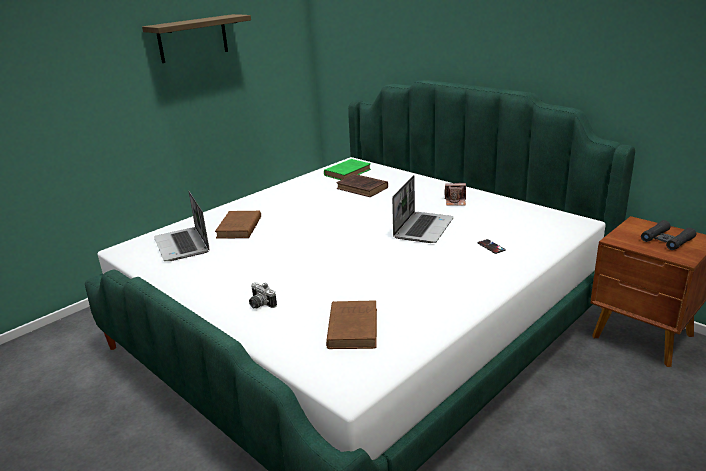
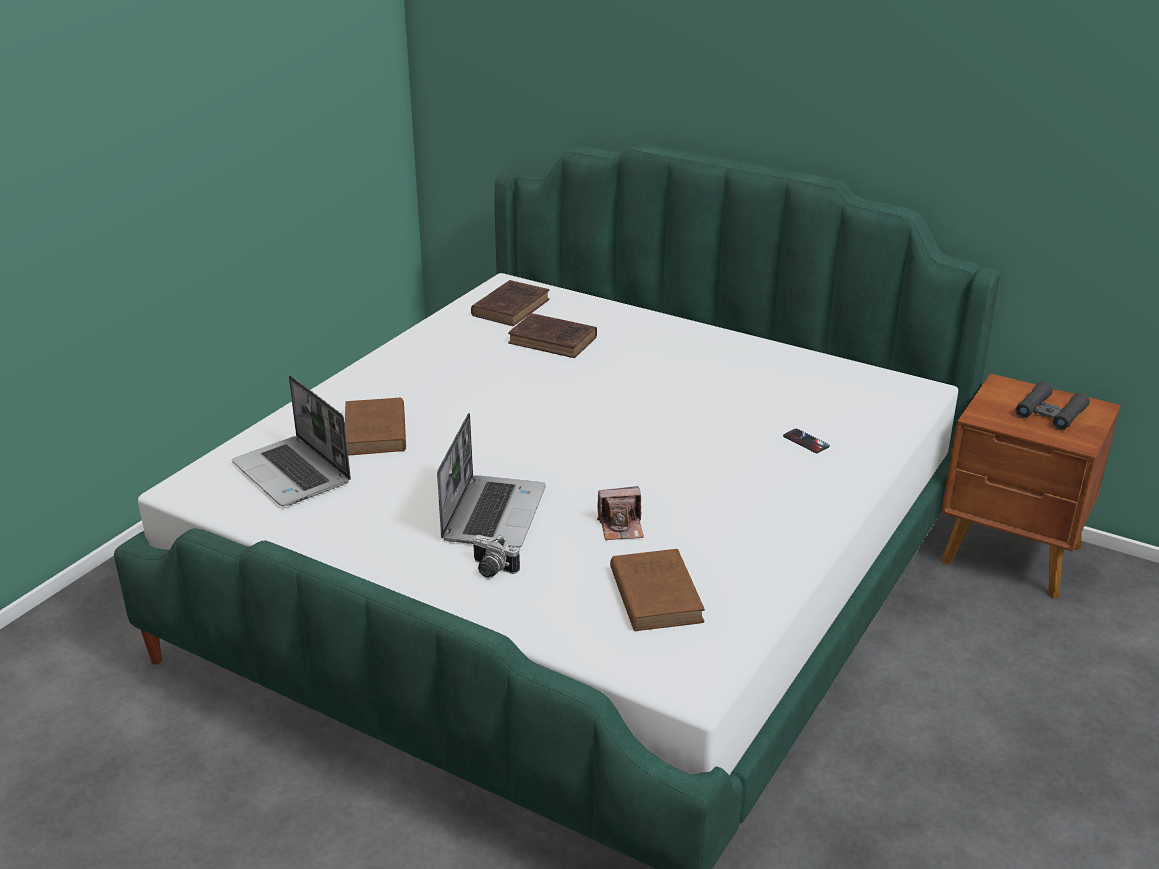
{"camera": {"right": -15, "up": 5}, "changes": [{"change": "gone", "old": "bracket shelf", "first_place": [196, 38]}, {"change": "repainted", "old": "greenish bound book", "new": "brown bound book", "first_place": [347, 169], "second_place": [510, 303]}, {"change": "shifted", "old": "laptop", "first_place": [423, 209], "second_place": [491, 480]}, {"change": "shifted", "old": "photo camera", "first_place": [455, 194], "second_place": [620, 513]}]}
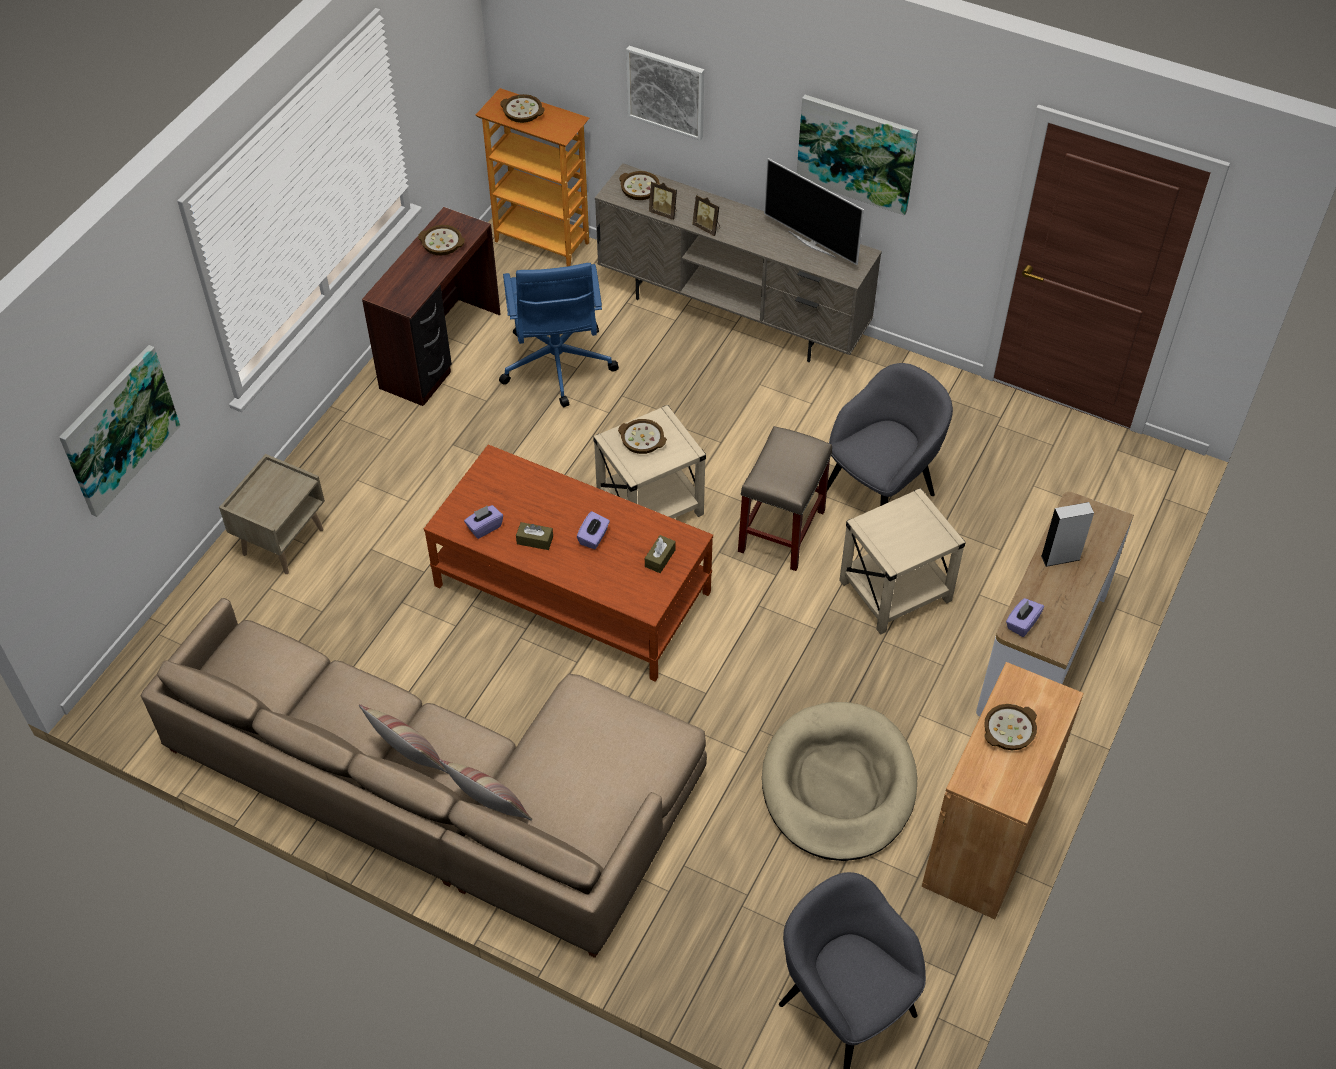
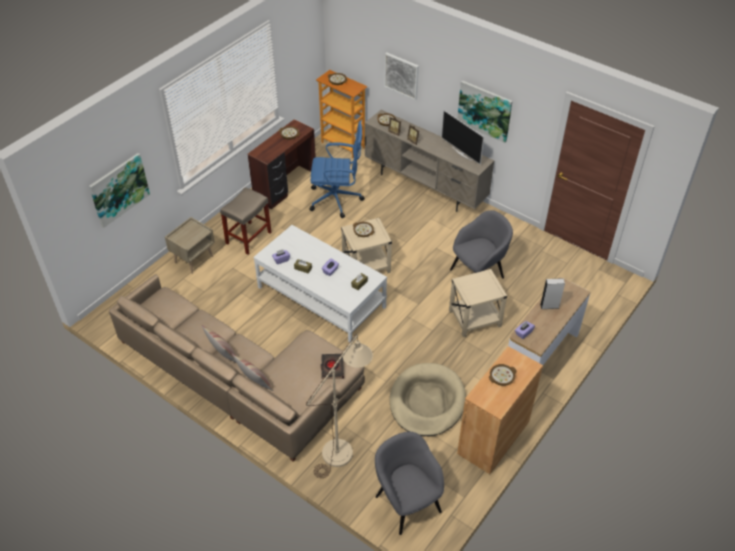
{"camera": {"right": 10, "up": -5}, "changes": [{"change": "rotated", "old": "blue-coloured office chair", "first_place": [559, 335], "second_place": [337, 169], "degrees": -90}, {"change": "shifted", "old": "beige-coloured stool seat", "first_place": [785, 498], "second_place": [245, 221]}, {"change": "repainted", "old": "brown low table", "new": "whitish low table", "first_place": [568, 563], "second_place": [320, 284]}, {"change": "new", "new": "beige-coloured standing lamp", "second_place": [339, 406]}, {"change": "new", "new": "blackish bound book", "second_place": [332, 366]}]}
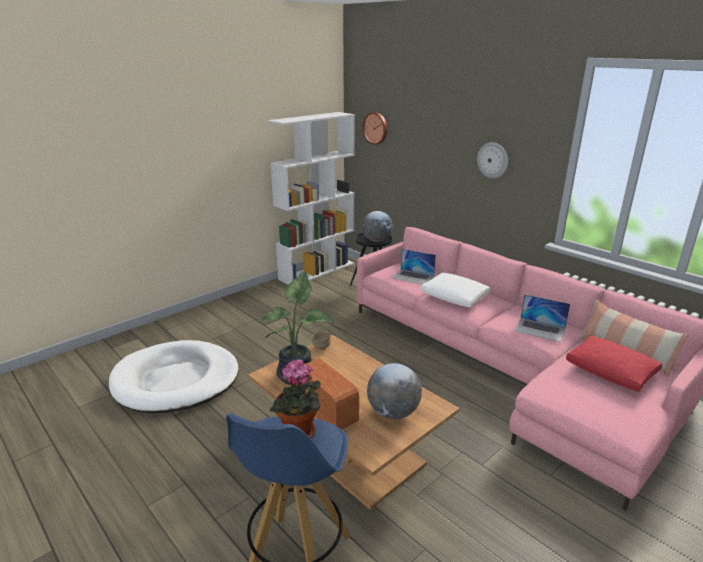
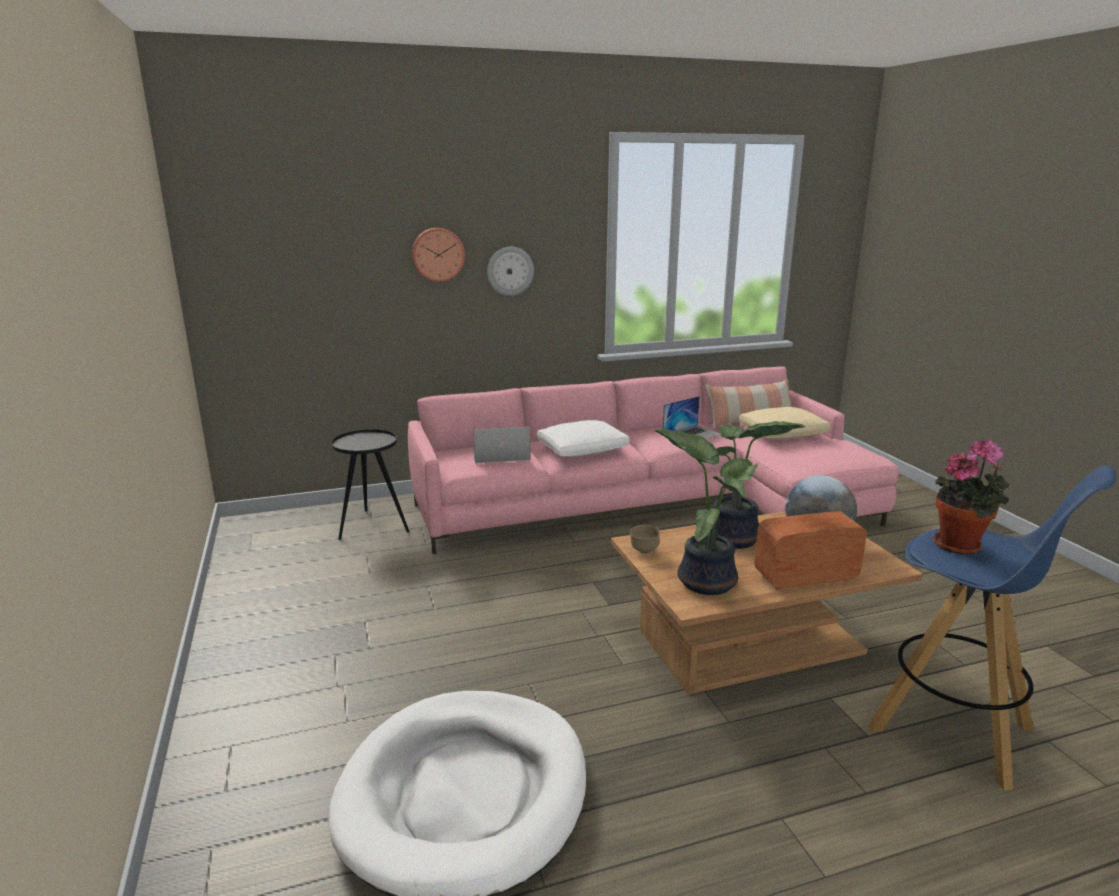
{"camera": {"right": -65, "up": -5}, "changes": [{"change": "gone", "old": "whitish bookshelf", "first_place": [311, 198]}, {"change": "shifted", "old": "hanging clock", "first_place": [375, 128], "second_place": [438, 255]}, {"change": "gone", "old": "desk globe", "first_place": [377, 226]}, {"change": "rotated", "old": "laptop", "first_place": [414, 266], "second_place": [501, 445], "degrees": -150}, {"change": "repainted", "old": "red throw pillow", "new": "beige-coloured throw pillow", "first_place": [614, 364], "second_place": [784, 423]}, {"change": "new", "new": "plant in a pot", "second_place": [752, 485]}]}
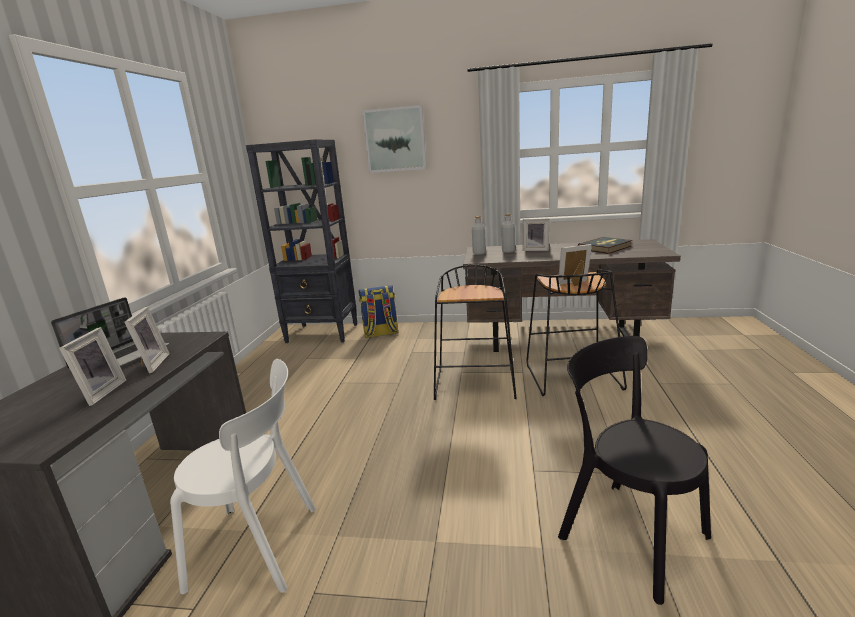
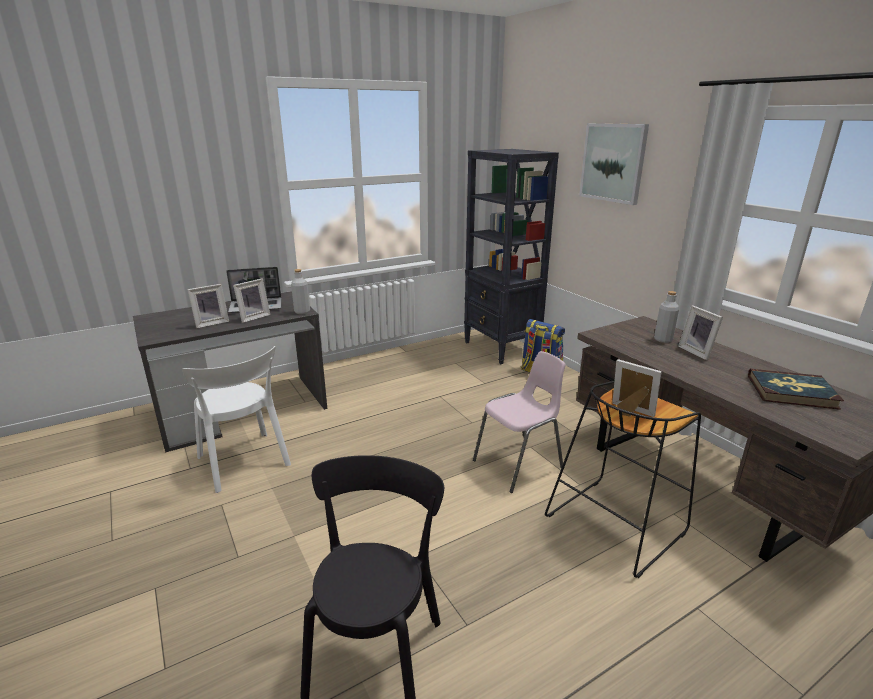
{"camera": {"right": 50, "up": 5}, "changes": [{"change": "shifted", "old": "greyish bottle", "first_place": [479, 235], "second_place": [300, 291]}, {"change": "swapped", "old": "blackish stool seat", "new": "pink-coloured plain chair", "first_place": [475, 332], "second_place": [519, 422]}]}
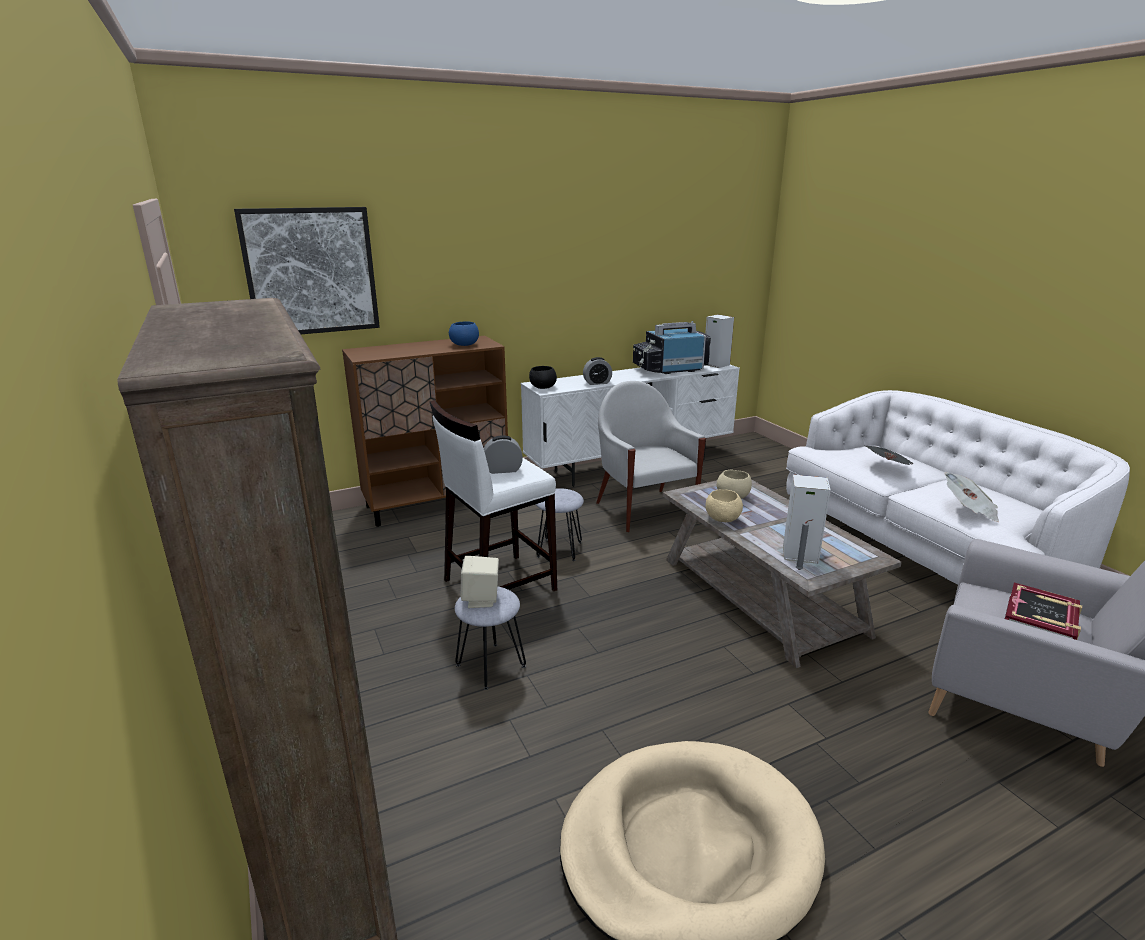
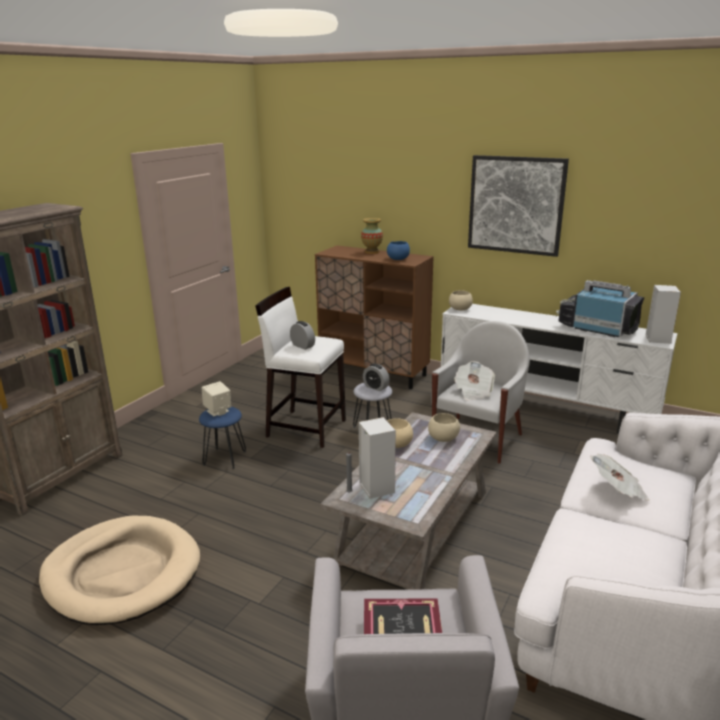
{"camera": {"right": 55, "up": 0}, "changes": [{"change": "shifted", "old": "wall picture", "first_place": [307, 270], "second_place": [518, 206]}, {"change": "shifted", "old": "bedside clock", "first_place": [597, 371], "second_place": [376, 377]}, {"change": "repainted", "old": "blackish bowl", "new": "beige-coloured bowl", "first_place": [543, 377], "second_place": [461, 300]}, {"change": "shifted", "old": "daily paper", "first_place": [971, 497], "second_place": [474, 380]}, {"change": "repainted", "old": "greyish stool seat", "new": "blue-coloured stool seat", "first_place": [490, 638], "second_place": [222, 437]}, {"change": "new", "new": "flower vase", "second_place": [372, 236]}]}
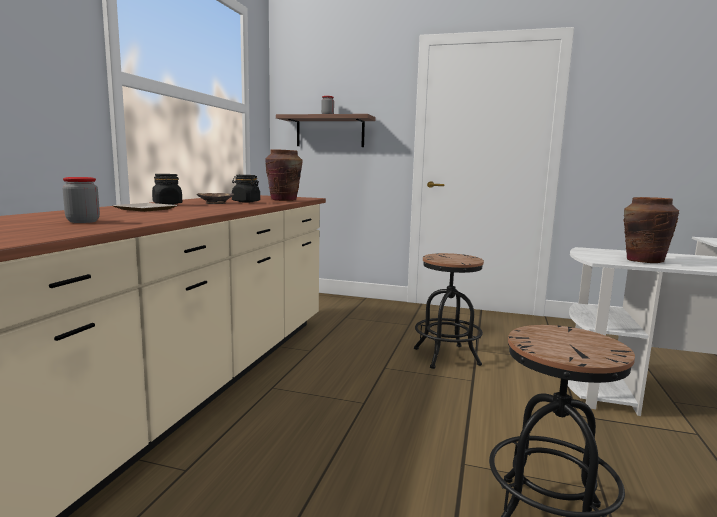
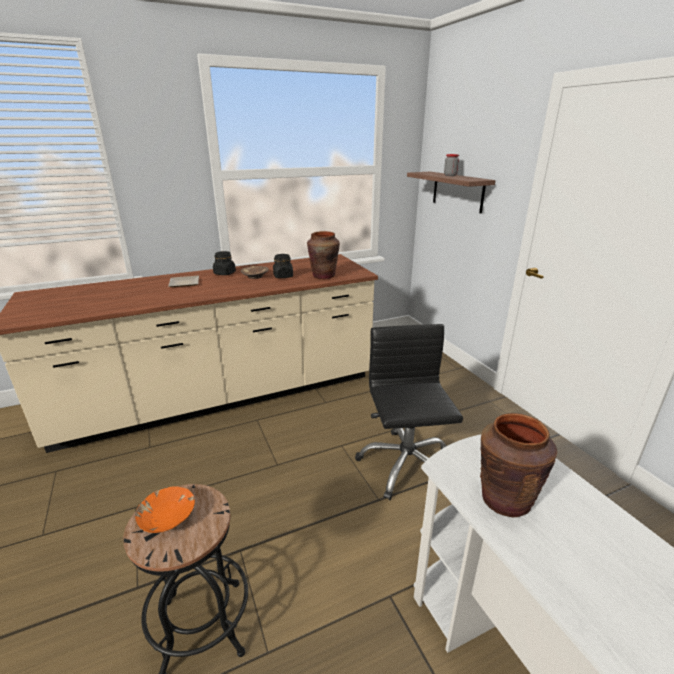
{"camera": {"right": 50, "up": 15}, "changes": [{"change": "gone", "old": "storage jar", "first_place": [81, 200]}, {"change": "swapped", "old": "blackish stool seat", "new": "blackish office chair", "first_place": [449, 311], "second_place": [409, 412]}, {"change": "new", "new": "orange bowl", "second_place": [165, 509]}]}
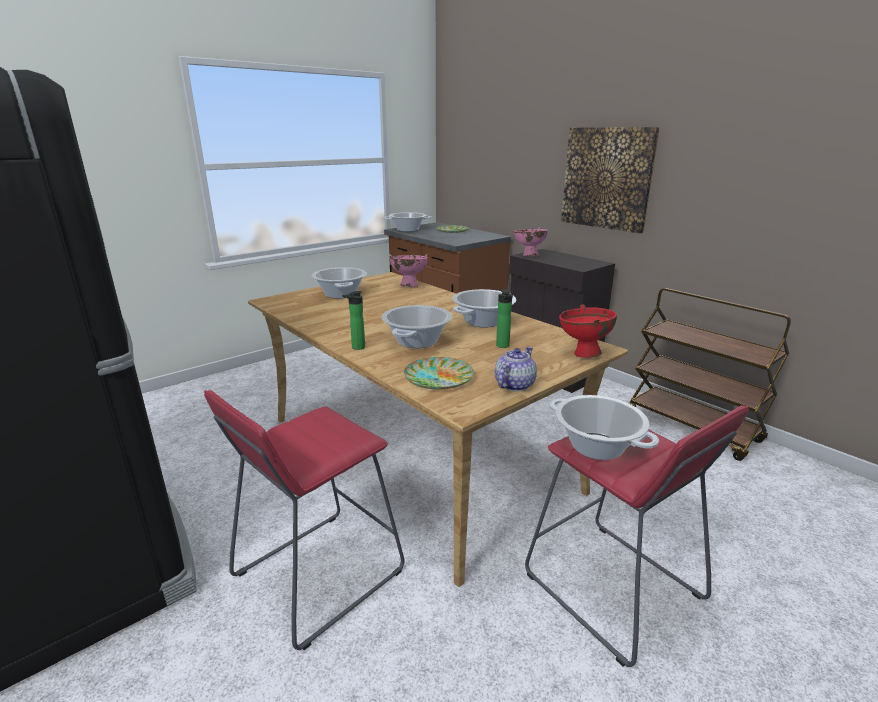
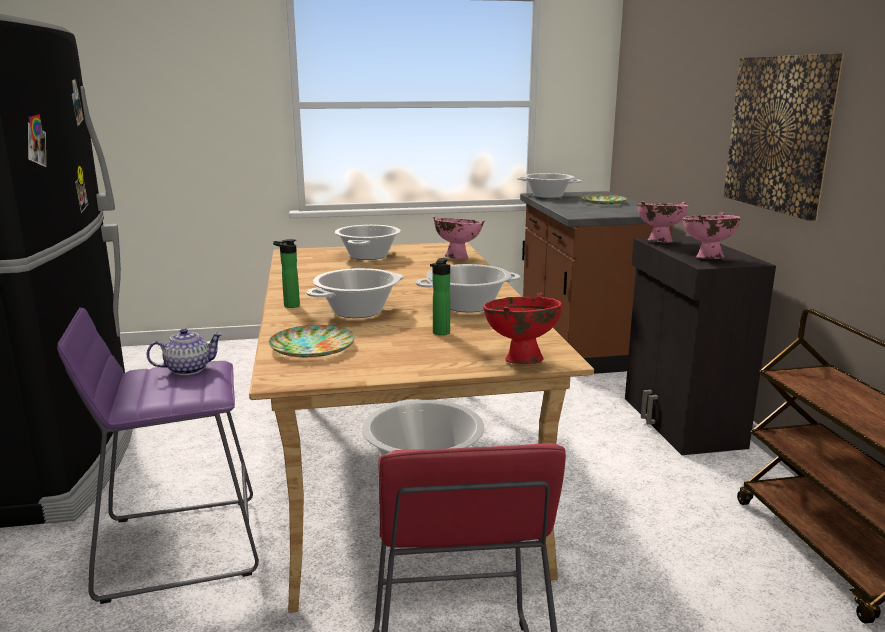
{"camera": {"right": 30, "up": -5}, "changes": [{"change": "shifted", "old": "teapot", "first_place": [516, 368], "second_place": [184, 351]}, {"change": "repainted", "old": "red stool seat", "new": "purple stool seat", "first_place": [304, 520], "second_place": [158, 456]}, {"change": "new", "new": "pink-coloured bowl", "second_place": [711, 235]}]}
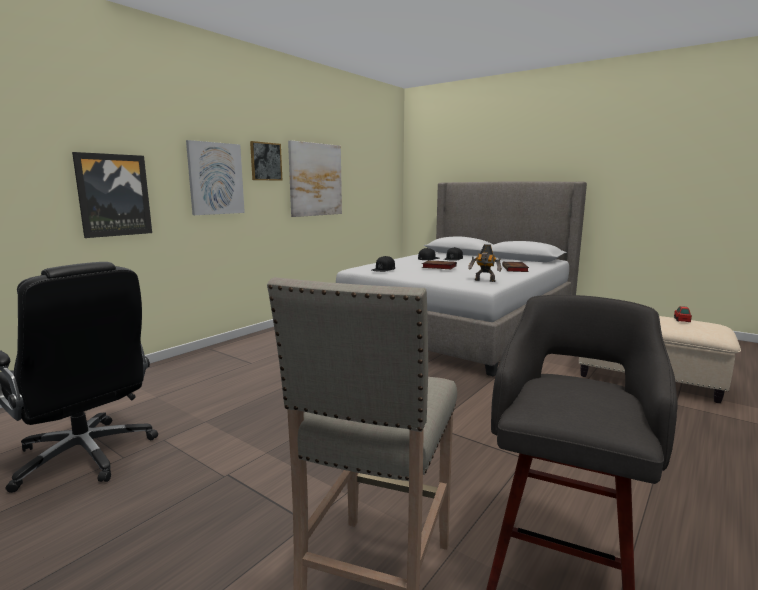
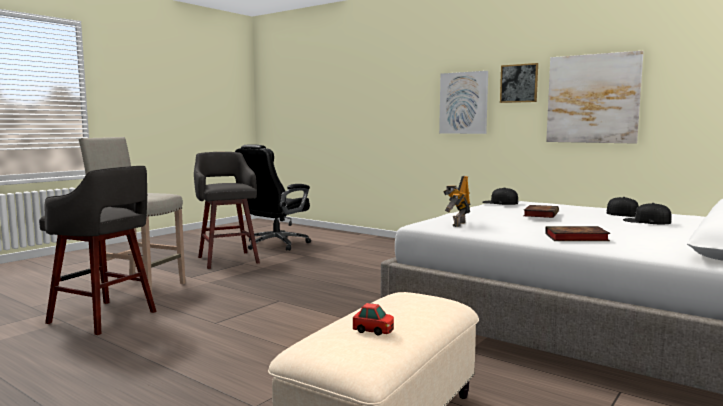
{"camera": {"right": 90, "up": -5}, "changes": [{"change": "gone", "old": "wall picture", "first_place": [112, 195]}, {"change": "new", "new": "greyish stool seat", "second_place": [227, 210]}]}
